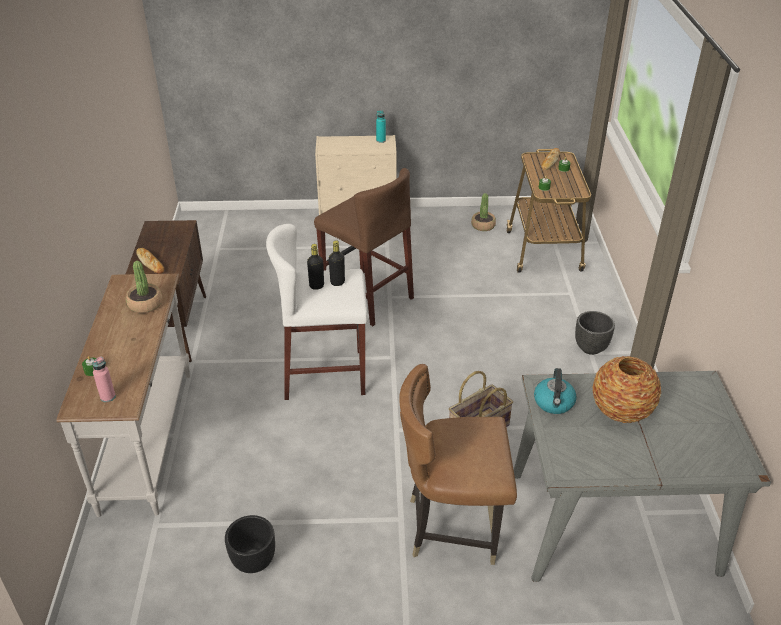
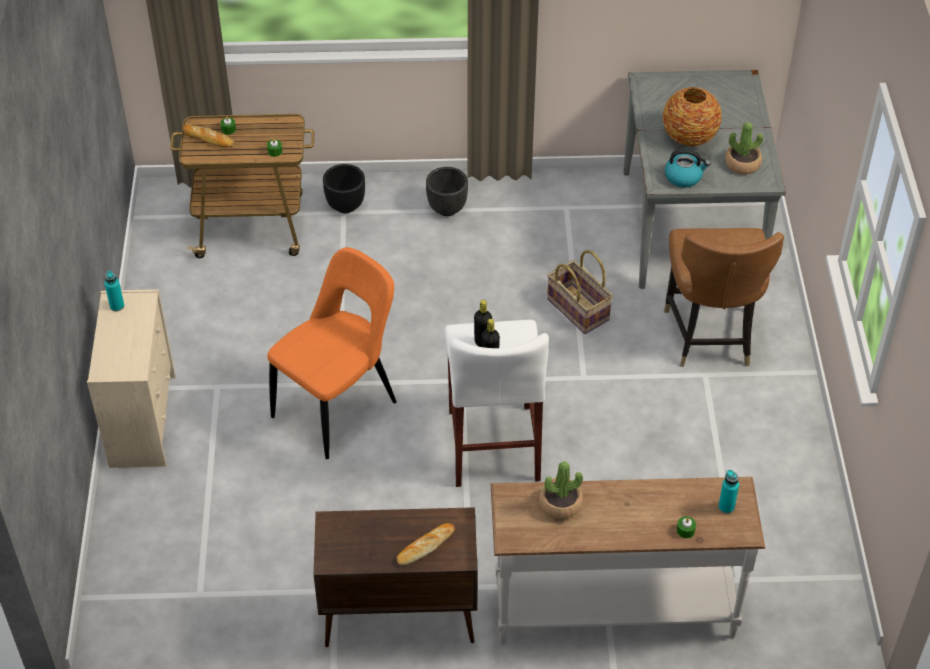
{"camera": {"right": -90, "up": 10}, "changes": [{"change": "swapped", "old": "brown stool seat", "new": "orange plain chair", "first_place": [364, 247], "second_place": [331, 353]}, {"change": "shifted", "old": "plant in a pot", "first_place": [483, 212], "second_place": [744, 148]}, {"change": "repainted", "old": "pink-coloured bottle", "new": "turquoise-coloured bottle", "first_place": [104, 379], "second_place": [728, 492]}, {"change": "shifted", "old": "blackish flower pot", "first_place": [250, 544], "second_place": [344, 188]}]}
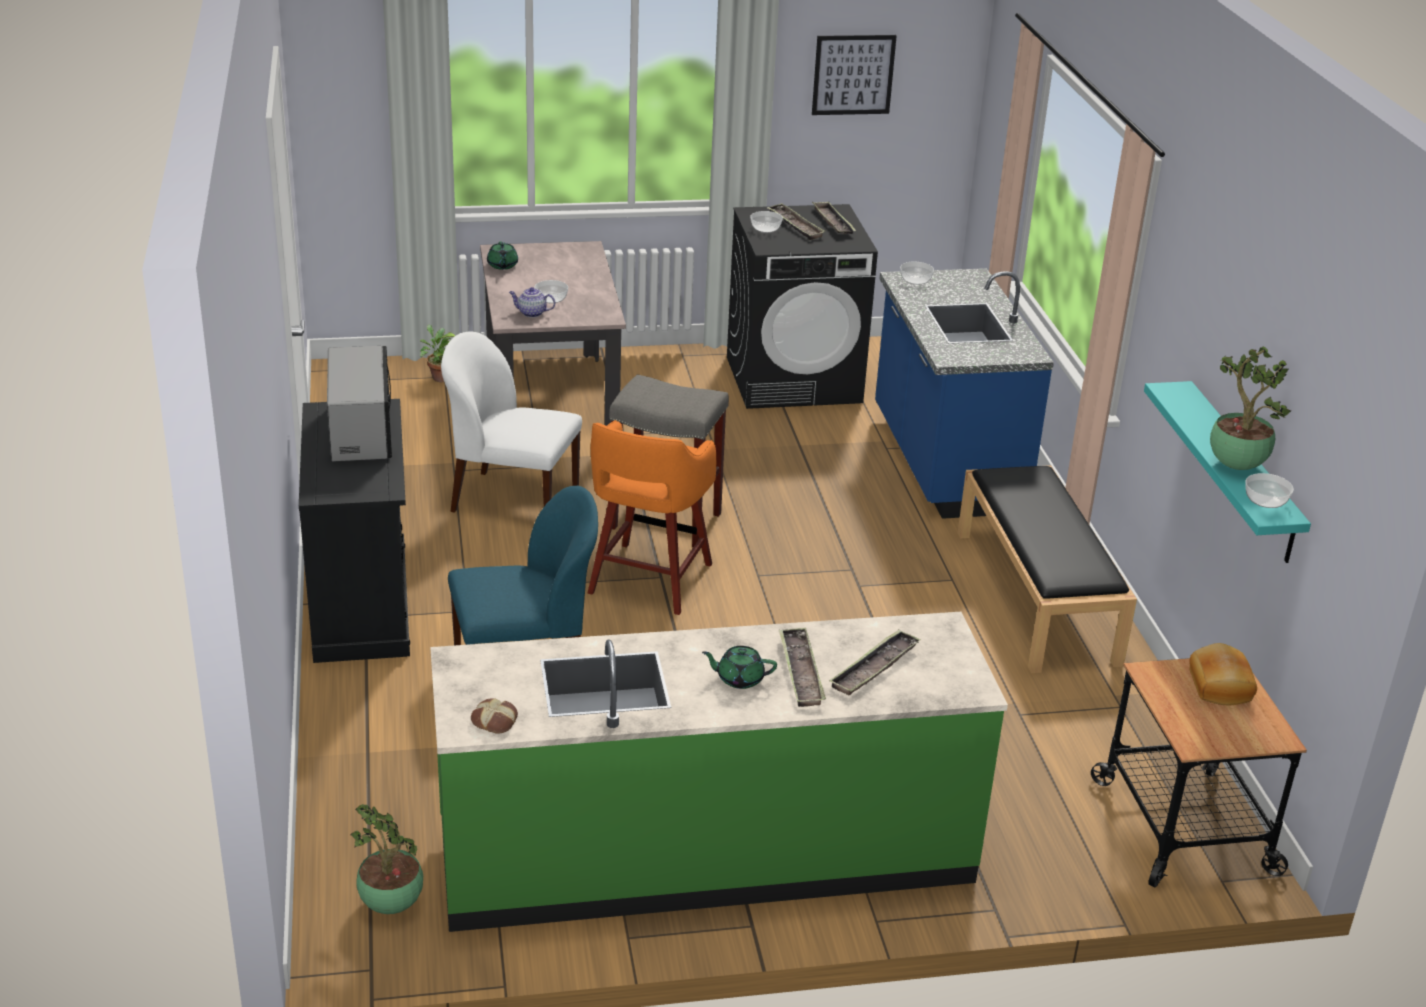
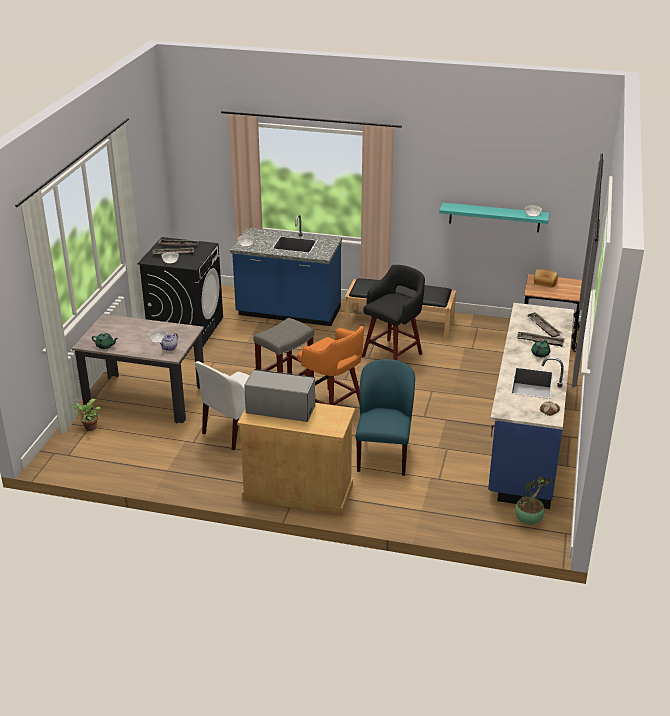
{"camera": {"right": -65, "up": 0}, "changes": [{"change": "gone", "old": "wall picture", "first_place": [854, 75]}, {"change": "gone", "old": "plant in a pot", "first_place": [1250, 408]}, {"change": "repainted", "old": "blackish cabinet", "new": "beige-coloured cabinet", "first_place": [354, 531], "second_place": [296, 459]}, {"change": "repainted", "old": "greenish kitchen base unit", "new": "blue-coloured kitchen base unit", "first_place": [719, 772], "second_place": [531, 406]}, {"change": "new", "new": "blackish stool seat", "second_place": [393, 312]}]}
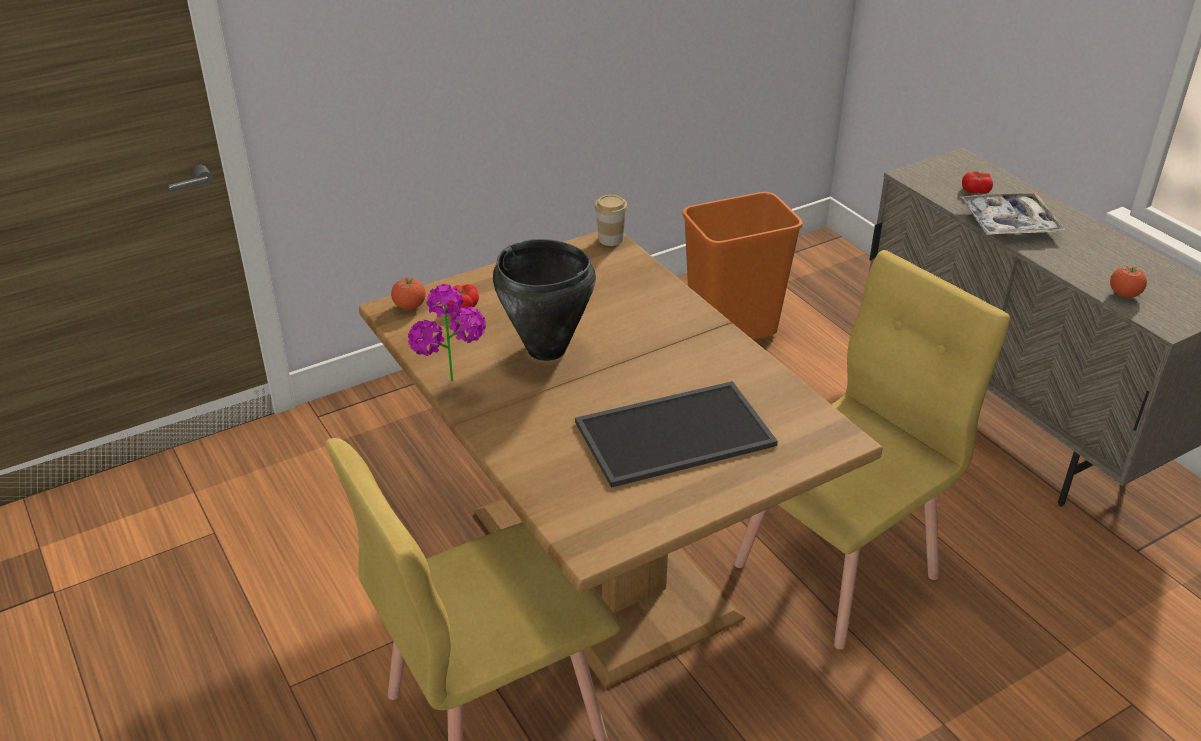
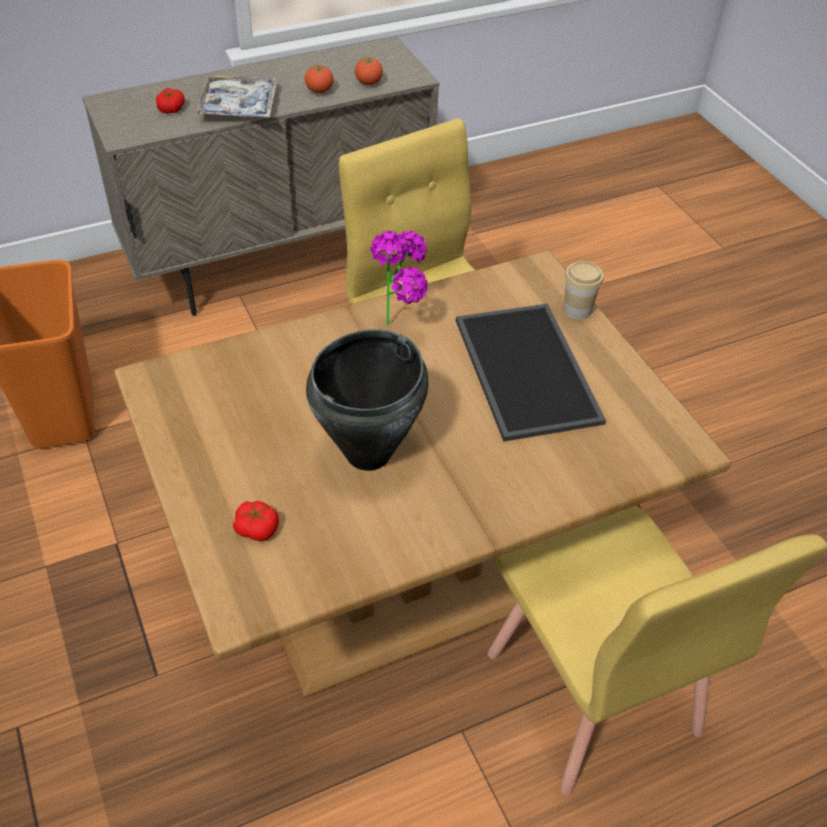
{"camera": {"right": -85, "up": 10}, "changes": [{"change": "shifted", "old": "cup", "first_place": [611, 220], "second_place": [584, 290]}, {"change": "shifted", "old": "fresh tomato", "first_place": [408, 294], "second_place": [319, 79]}, {"change": "shifted", "old": "plant in a pot", "first_place": [447, 332], "second_place": [399, 278]}]}
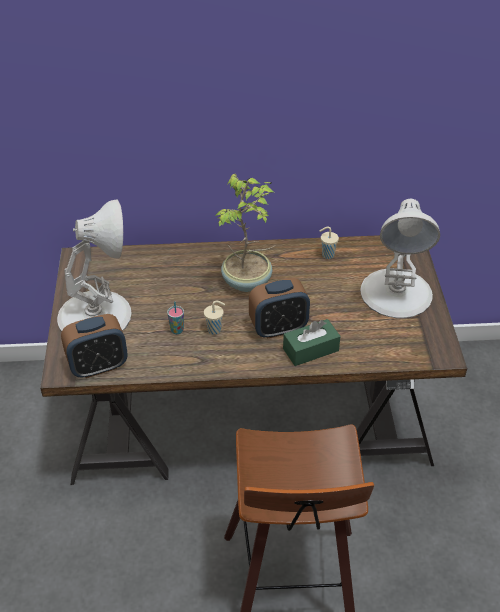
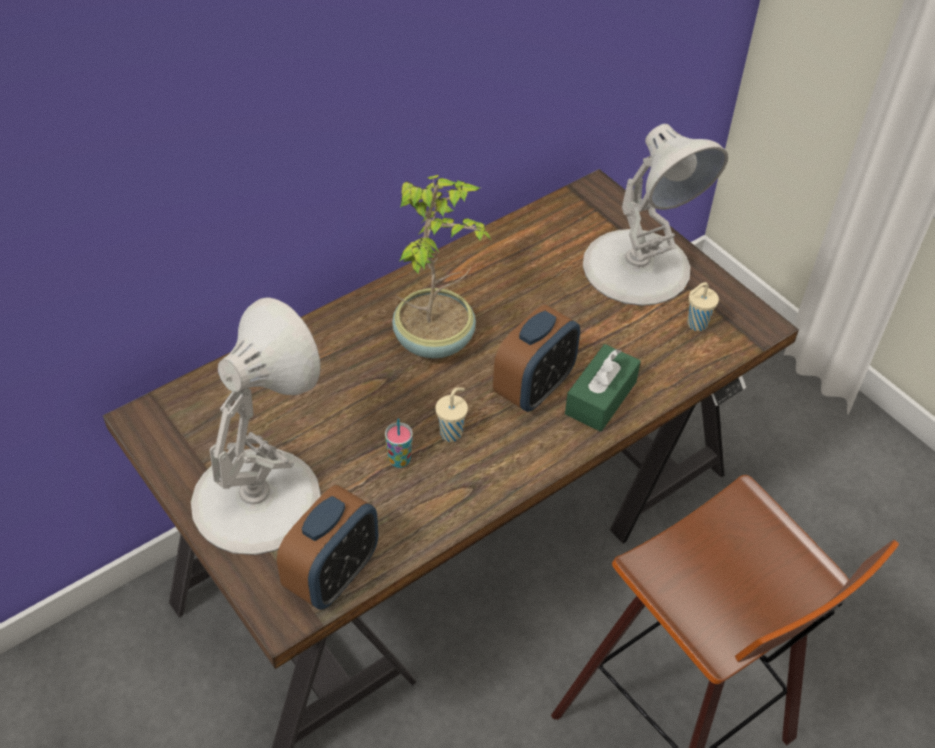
{"camera": {"right": -35, "up": 5}, "changes": [{"change": "shifted", "old": "beige-coloured cup", "first_place": [329, 242], "second_place": [703, 306]}]}
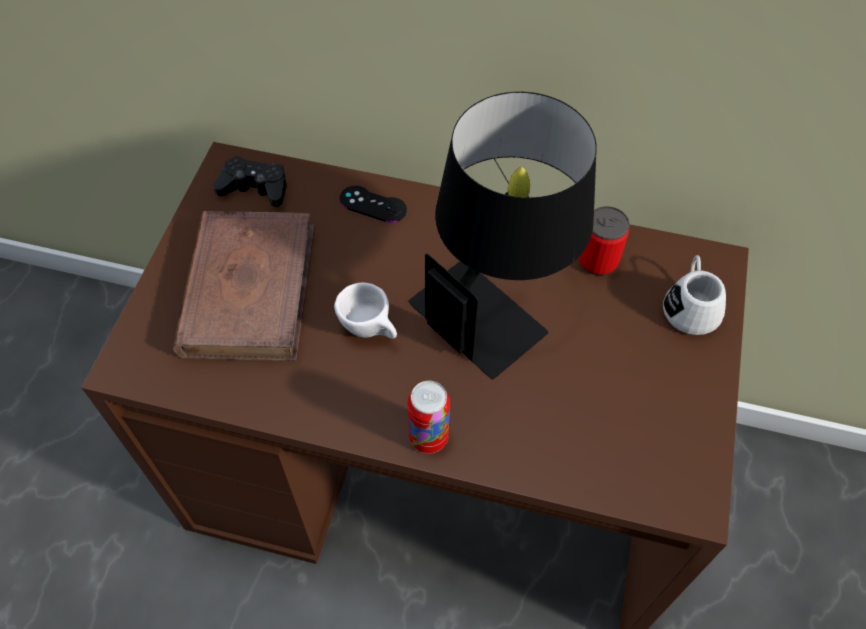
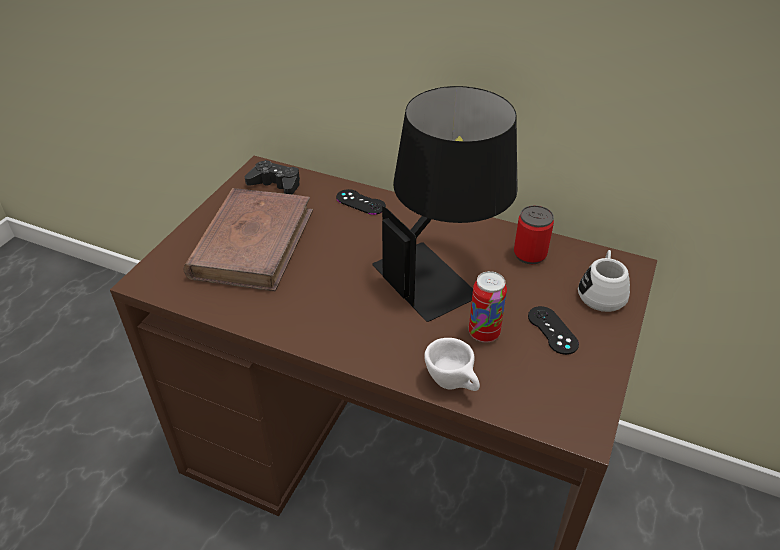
{"camera": {"right": 10, "up": -15}, "changes": [{"change": "shifted", "old": "whitish cup", "first_place": [365, 310], "second_place": [452, 364]}, {"change": "shifted", "old": "can", "first_place": [429, 417], "second_place": [488, 306]}, {"change": "new", "new": "blackish gamepad", "second_place": [553, 330]}]}
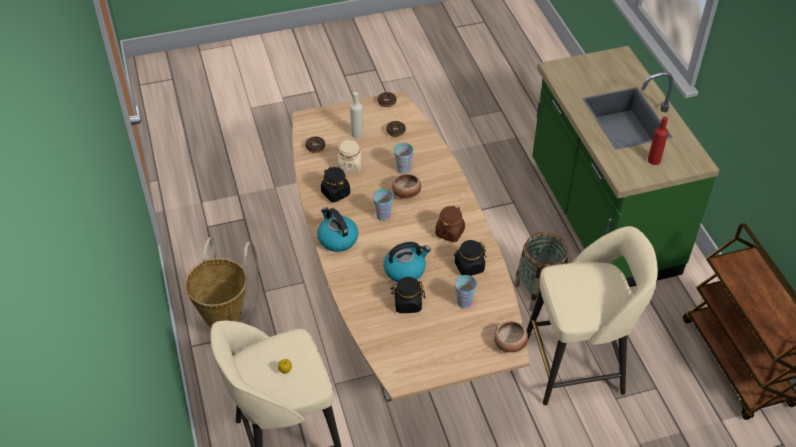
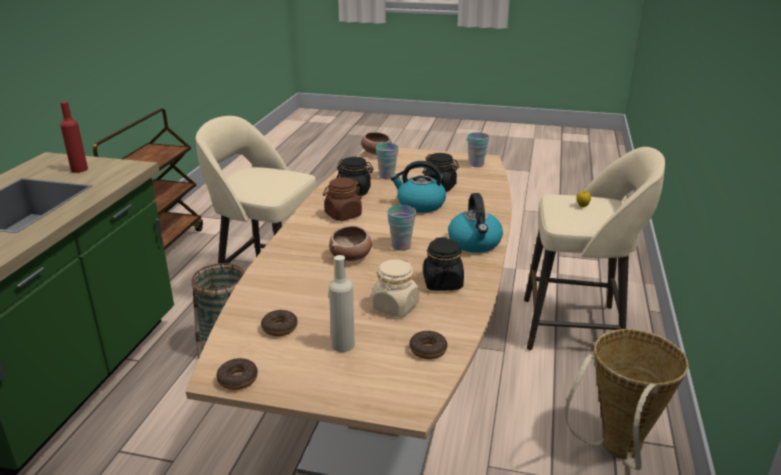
{"camera": {"right": -150, "up": -20}, "changes": [{"change": "shifted", "old": "cup", "first_place": [403, 158], "second_place": [478, 149]}]}
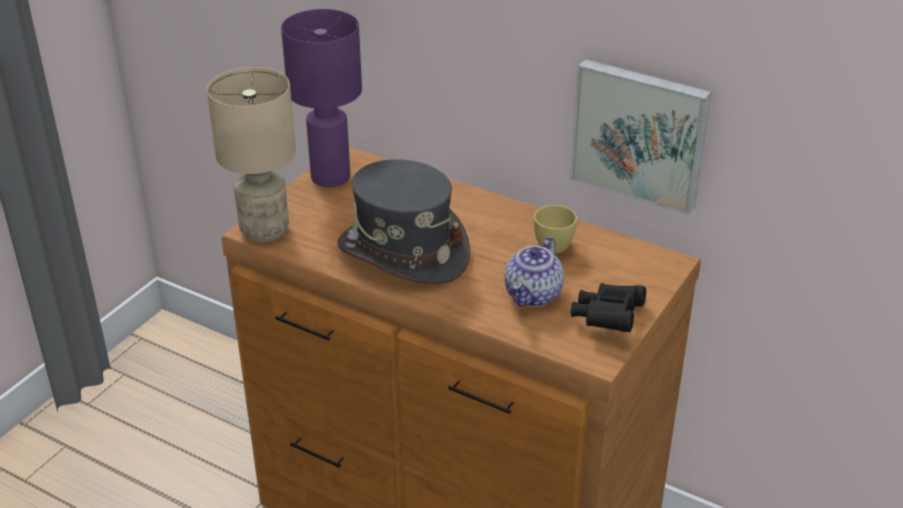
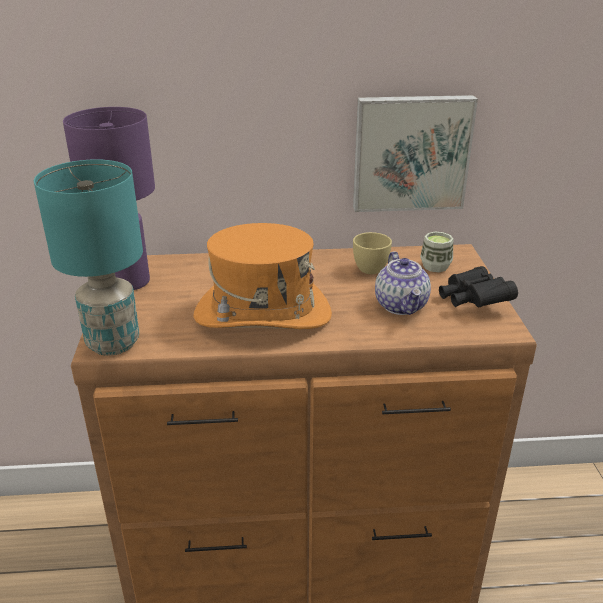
{"camera": {"right": -35, "up": -5}, "changes": [{"change": "repainted", "old": "beige-coloured table lamp", "new": "turquoise-coloured table lamp", "first_place": [251, 154], "second_place": [88, 257]}, {"change": "repainted", "old": "greyish clothing hat", "new": "orange clothing hat", "first_place": [403, 221], "second_place": [262, 276]}, {"change": "new", "new": "cup", "second_place": [436, 252]}]}
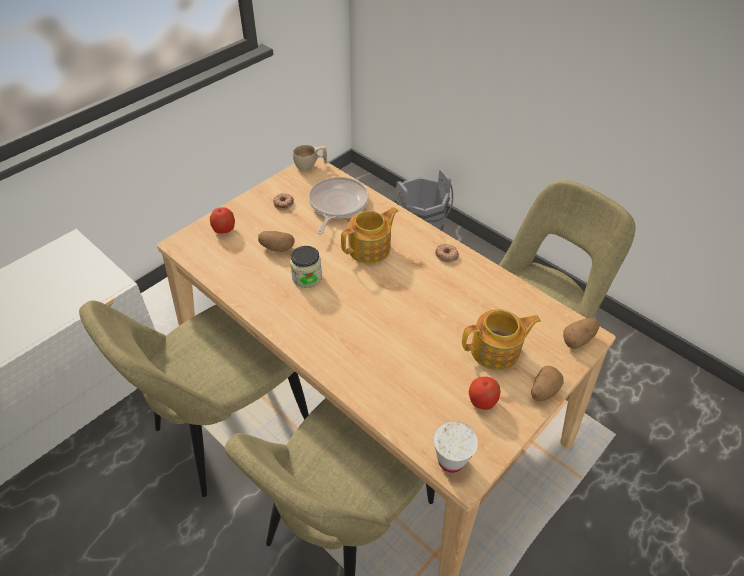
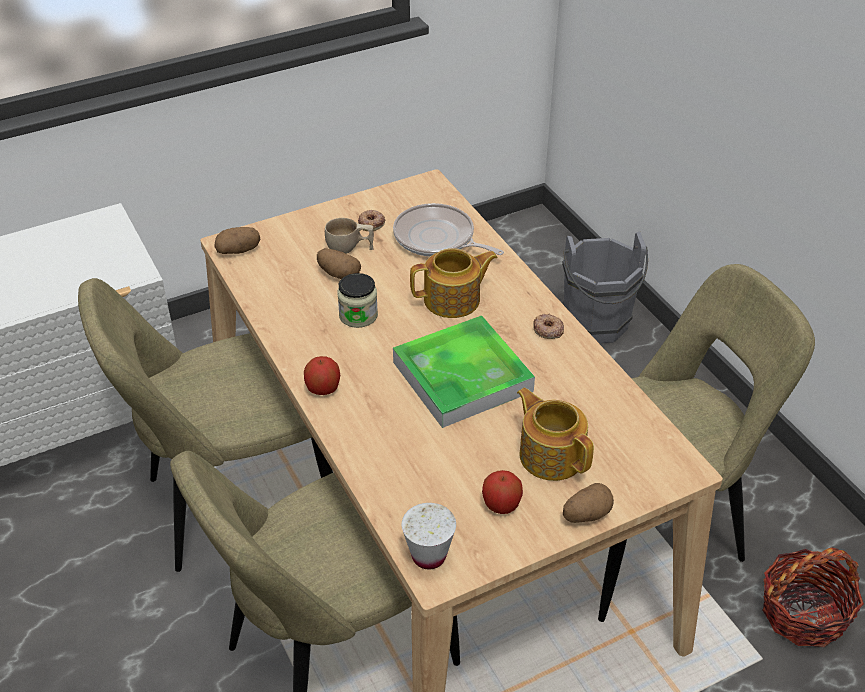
{"camera": {"right": 20, "up": -5}, "changes": [{"change": "shifted", "old": "beige-coloured cup", "first_place": [310, 158], "second_place": [349, 236]}, {"change": "rotated", "old": "skillet", "first_place": [339, 205], "second_place": [448, 230], "degrees": -90}, {"change": "shifted", "old": "apple", "first_place": [222, 220], "second_place": [322, 375]}, {"change": "rotated", "old": "teapot", "first_place": [501, 339], "second_place": [555, 434], "degrees": -135}, {"change": "shifted", "old": "potato", "first_place": [581, 333], "second_place": [237, 240]}, {"change": "new", "new": "carrying tray", "second_place": [464, 371]}, {"change": "new", "new": "storage basket", "second_place": [813, 597]}]}
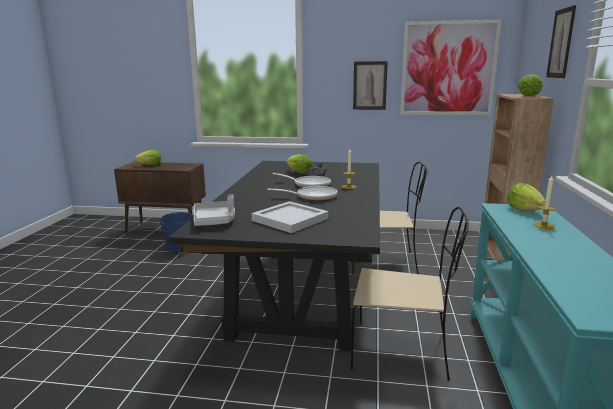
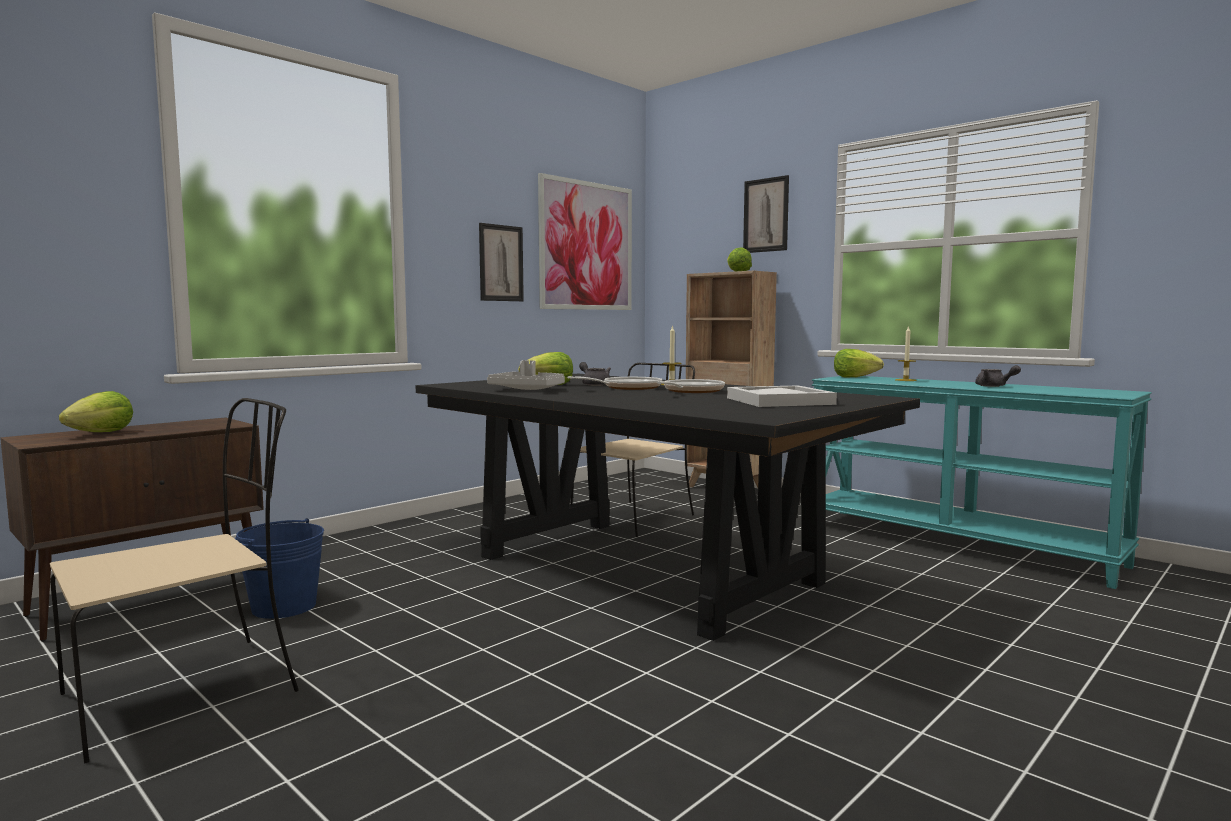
{"camera": {"right": -55, "up": -10}, "changes": [{"change": "shifted", "old": "greyish carrying tray", "first_place": [214, 210], "second_place": [526, 375]}, {"change": "shifted", "old": "beige-coloured plain chair", "first_place": [410, 294], "second_place": [174, 580]}, {"change": "new", "new": "greyish teapot", "second_place": [998, 376]}]}
